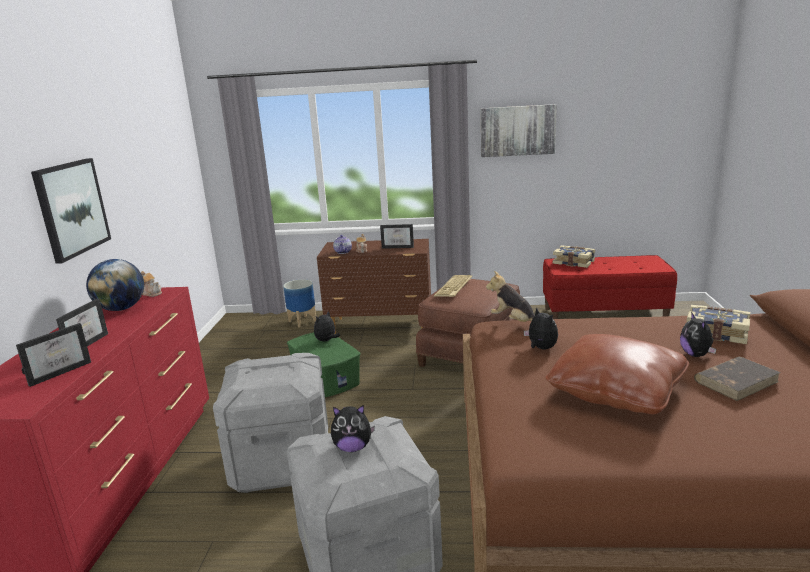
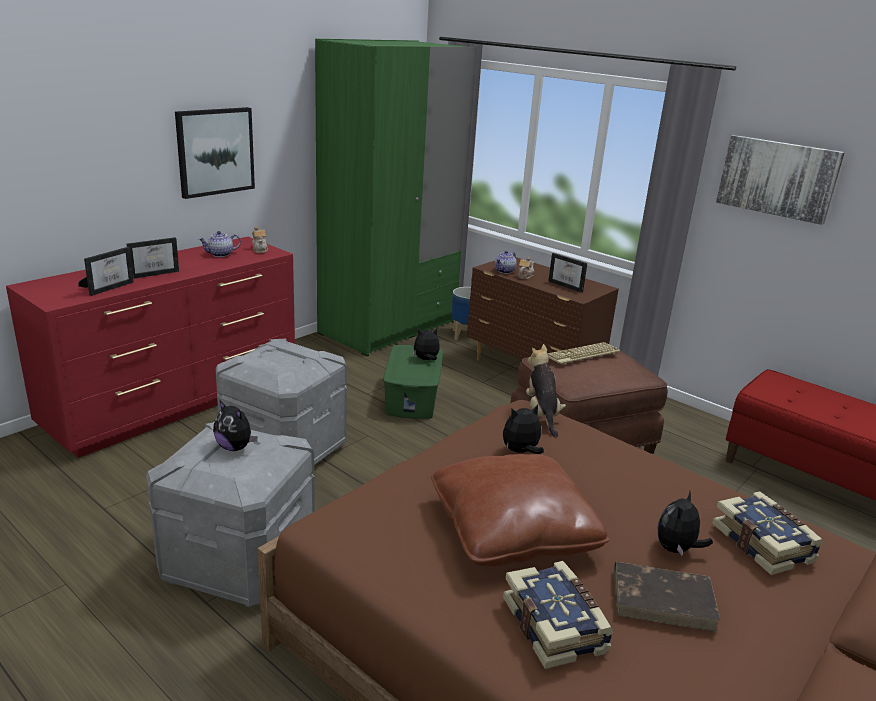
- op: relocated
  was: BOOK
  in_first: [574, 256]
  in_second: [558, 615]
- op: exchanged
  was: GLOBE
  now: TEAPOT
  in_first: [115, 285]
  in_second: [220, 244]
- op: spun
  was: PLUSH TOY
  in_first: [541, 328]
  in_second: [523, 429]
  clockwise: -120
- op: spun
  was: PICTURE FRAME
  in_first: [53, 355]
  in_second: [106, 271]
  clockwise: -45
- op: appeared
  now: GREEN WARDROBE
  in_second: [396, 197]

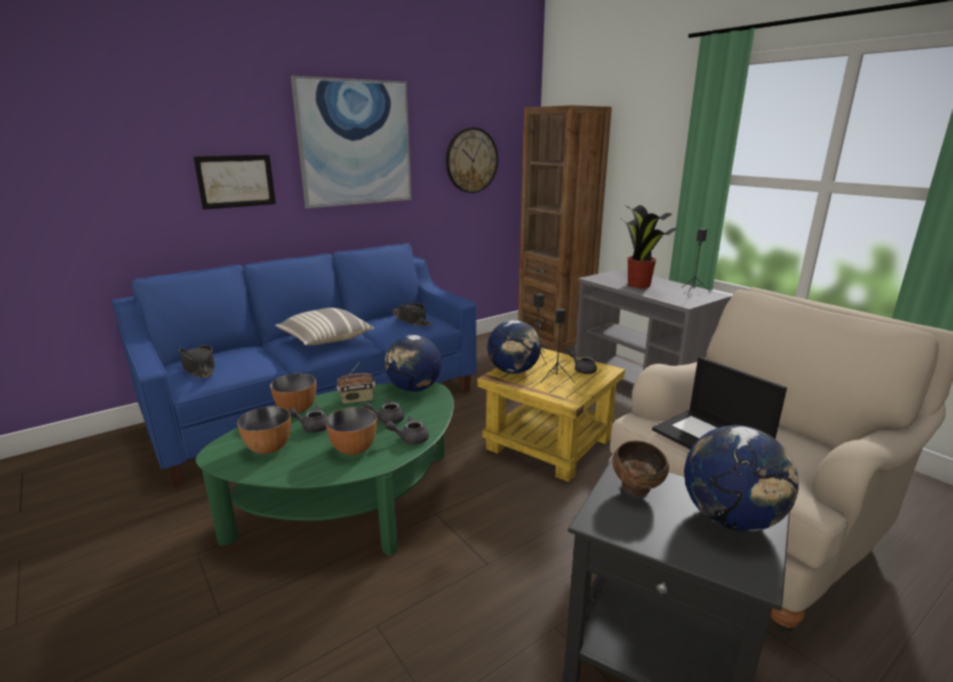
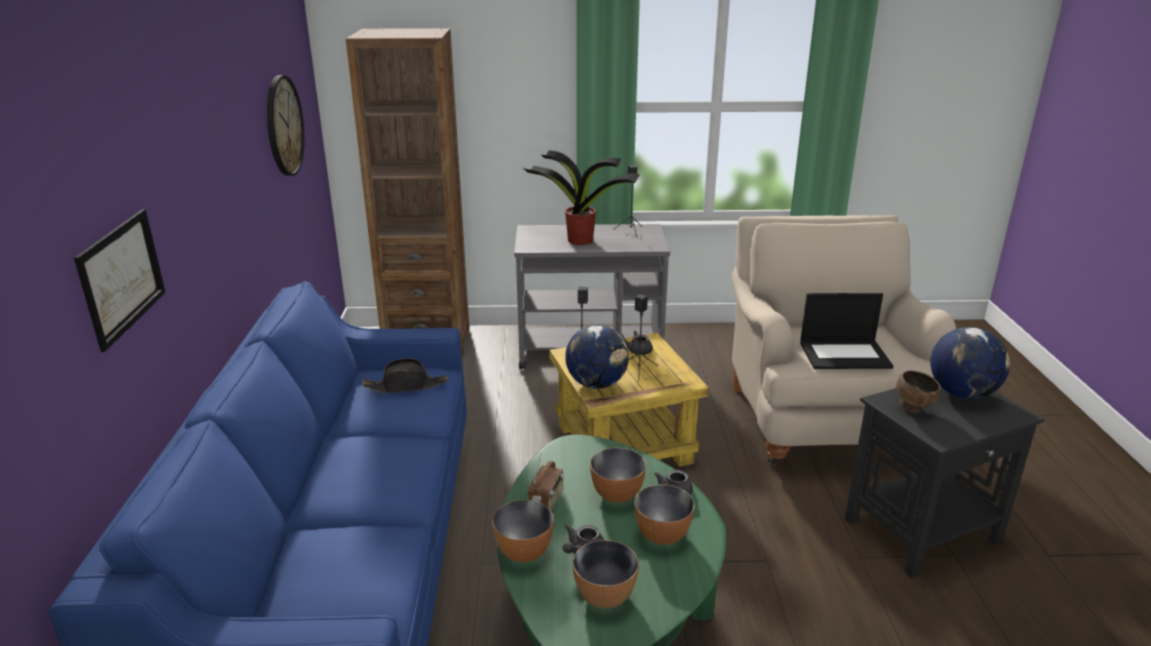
- op: missing
  was: PICTURE
  in_first: [351, 142]
- op: missing
  was: PILLOW
  in_first: [324, 327]
- op: missing
  was: GLOBE
  in_first: [413, 363]
- op: missing
  was: BLACK HAT
  in_first: [197, 361]
- op: exchanged
  was: GREY TEAPOT
  now: BOWL
  in_first: [383, 411]
  in_second: [618, 475]

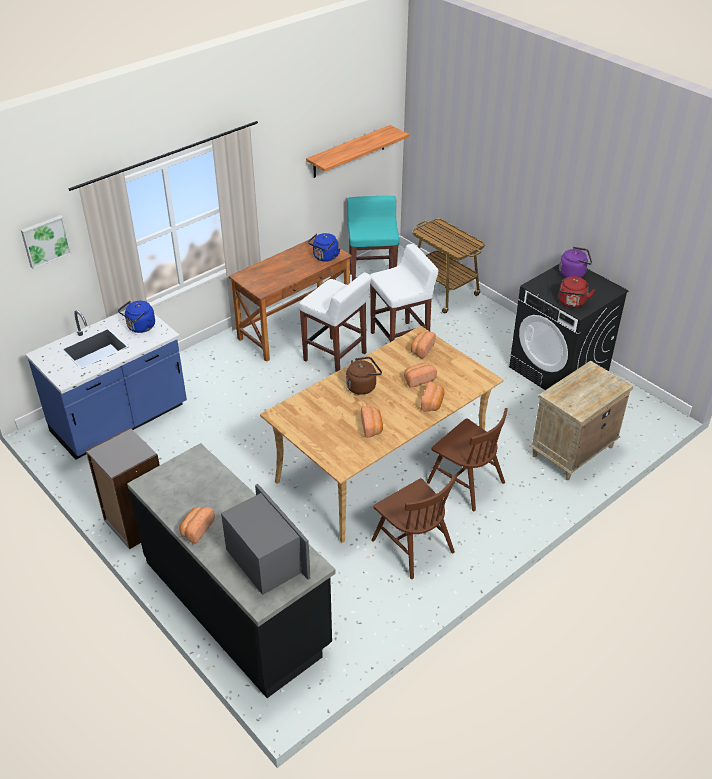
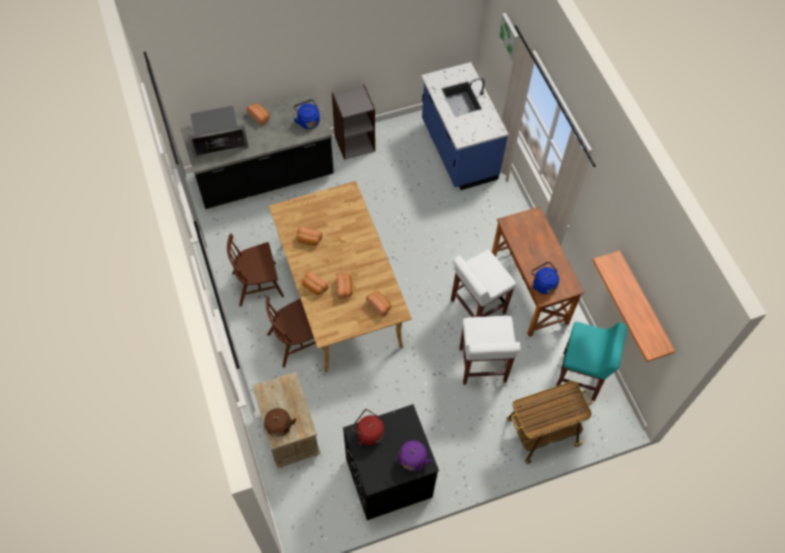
- op: relocated
  was: BLUE KETTLE
  in_first: [136, 317]
  in_second: [307, 114]
- op: relocated
  was: BROWN KETTLE
  in_first: [364, 376]
  in_second: [280, 422]

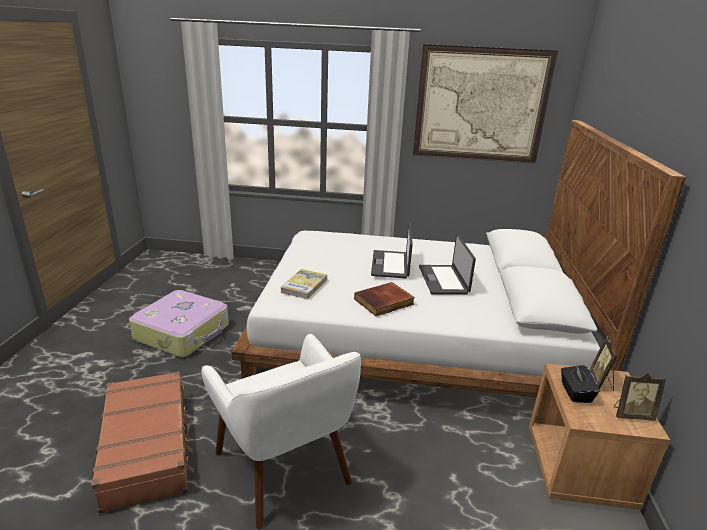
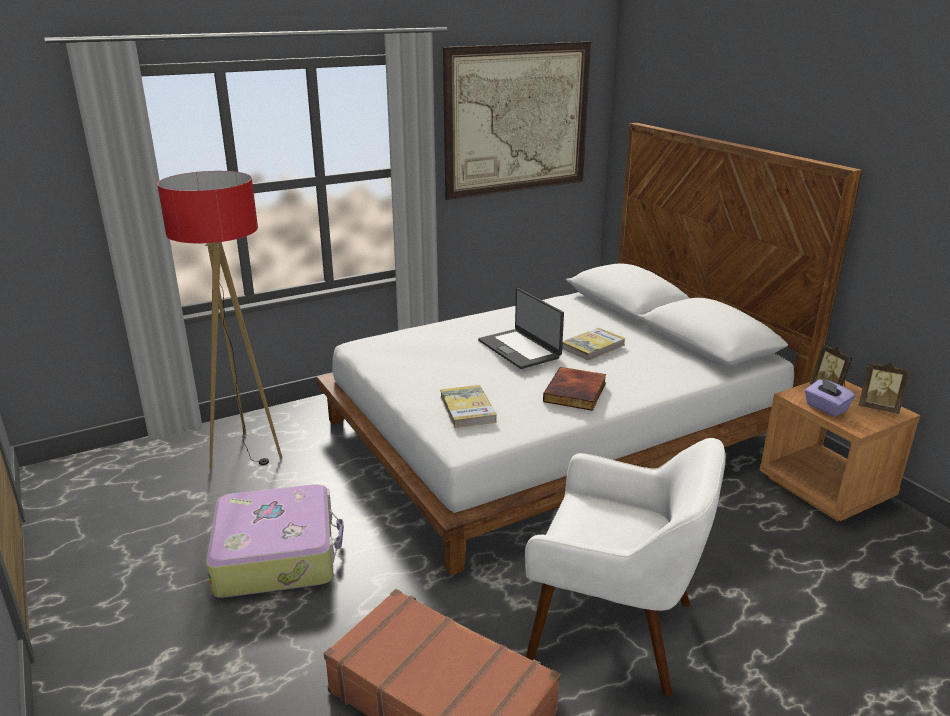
- op: exchanged
  was: LAPTOP
  now: BOOK
  in_first: [447, 264]
  in_second: [594, 344]
- op: colour
  was: BLACK TISSUE BOX
  now: PURPLE TISSUE BOX
  in_first: [580, 383]
  in_second: [830, 397]
- op: spun
  was: PICTURE FRAME
  in_first: [640, 397]
  in_second: [884, 388]
  clockwise: 60
- op: appeared
  now: FLOOR LAMP
  in_second: [219, 320]

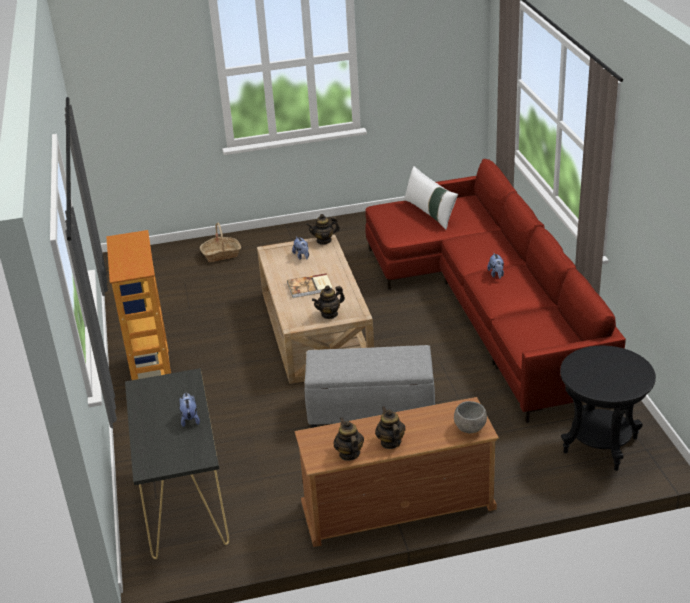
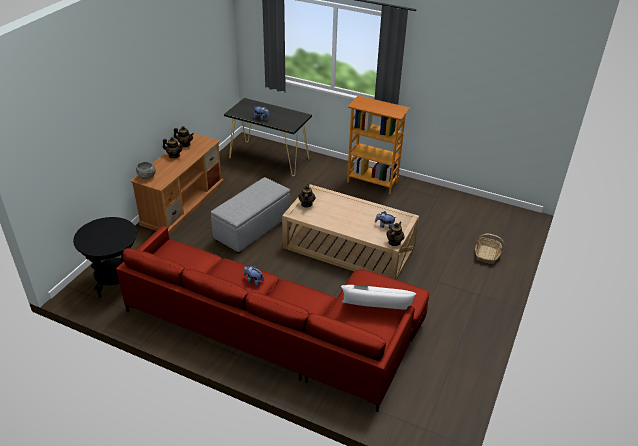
- op: missing
  was: BOOK
  in_first: [310, 285]

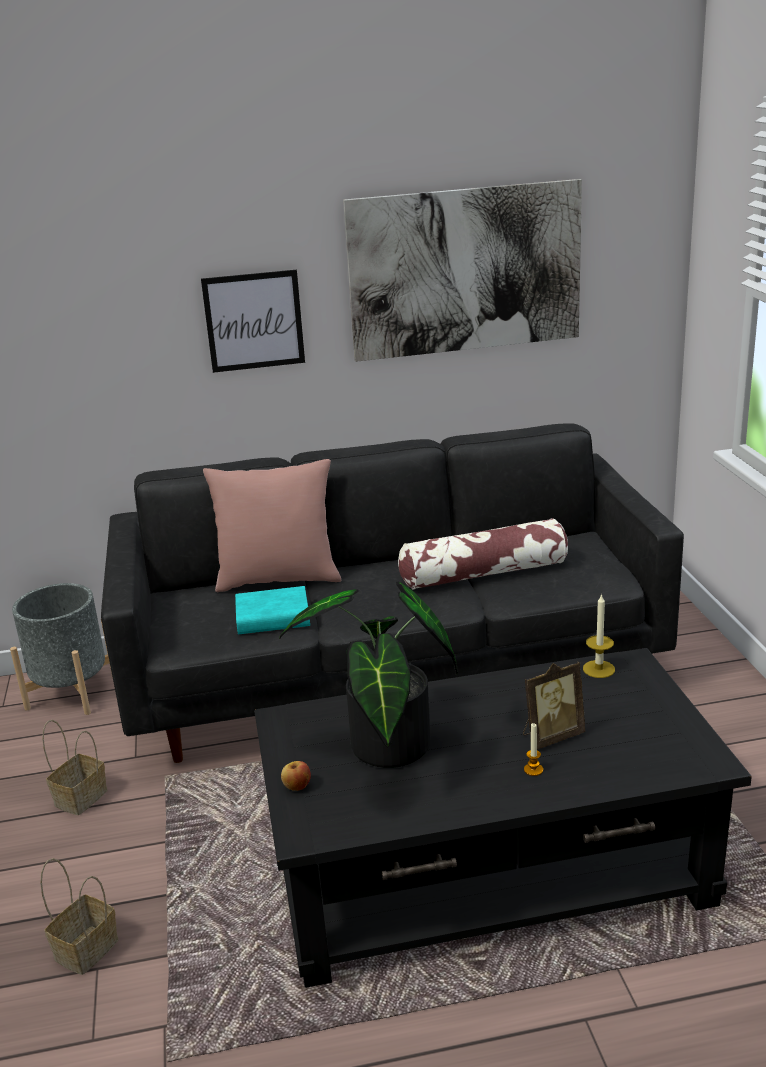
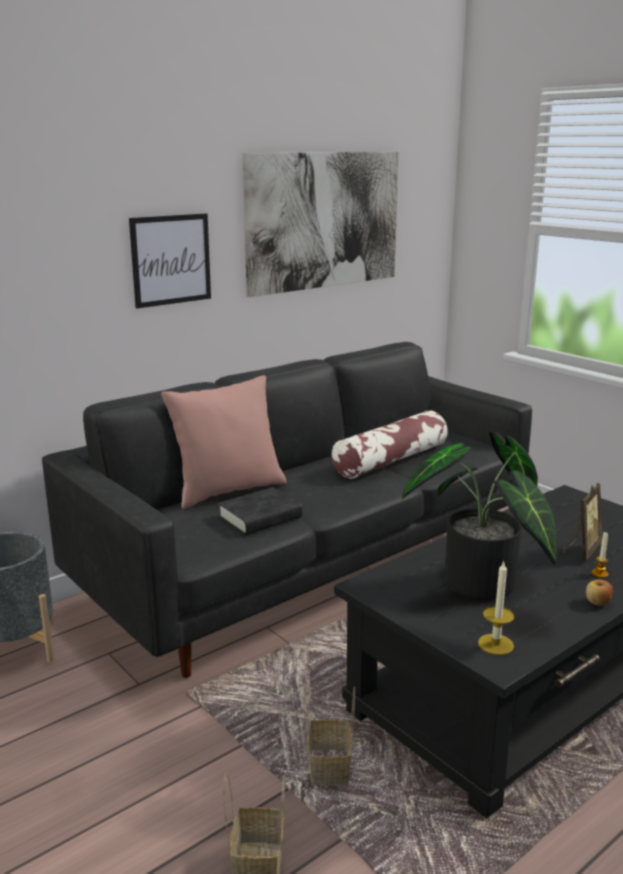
- op: colour
  was: TURQUOISE BOOK
  now: BLACK BOOK
  in_first: [272, 610]
  in_second: [260, 511]
- op: relocated
  was: CANDLE
  in_first: [599, 635]
  in_second: [496, 607]
- op: relocated
  was: BASKET
  in_first: [74, 767]
  in_second: [329, 735]
- op: relocated
  was: APPLE
  in_first: [296, 776]
  in_second: [599, 592]

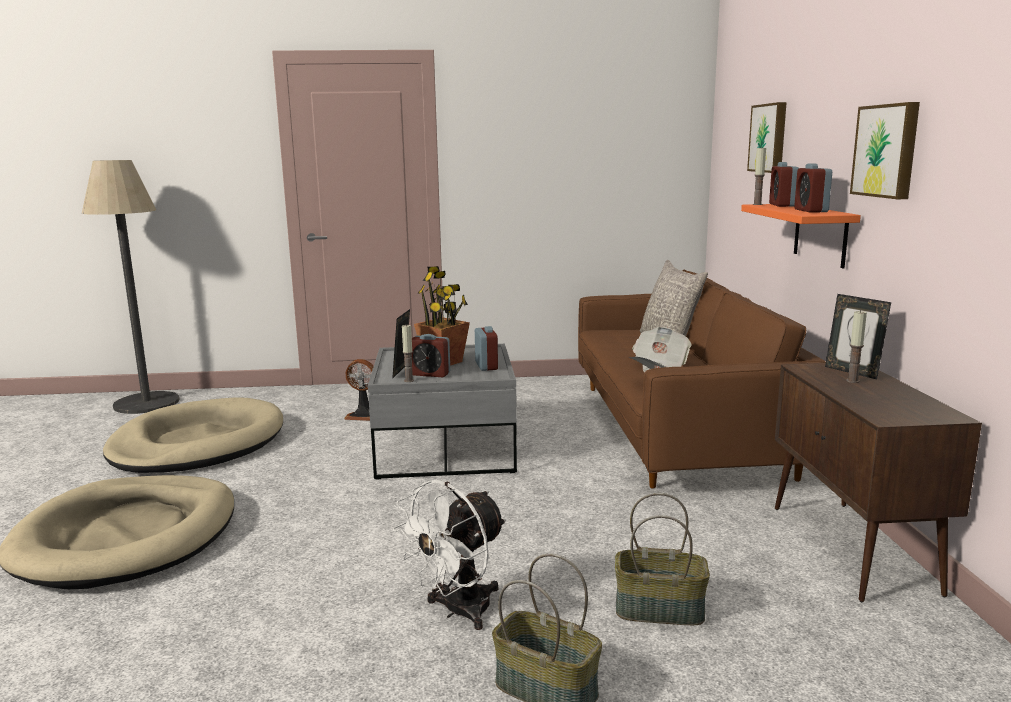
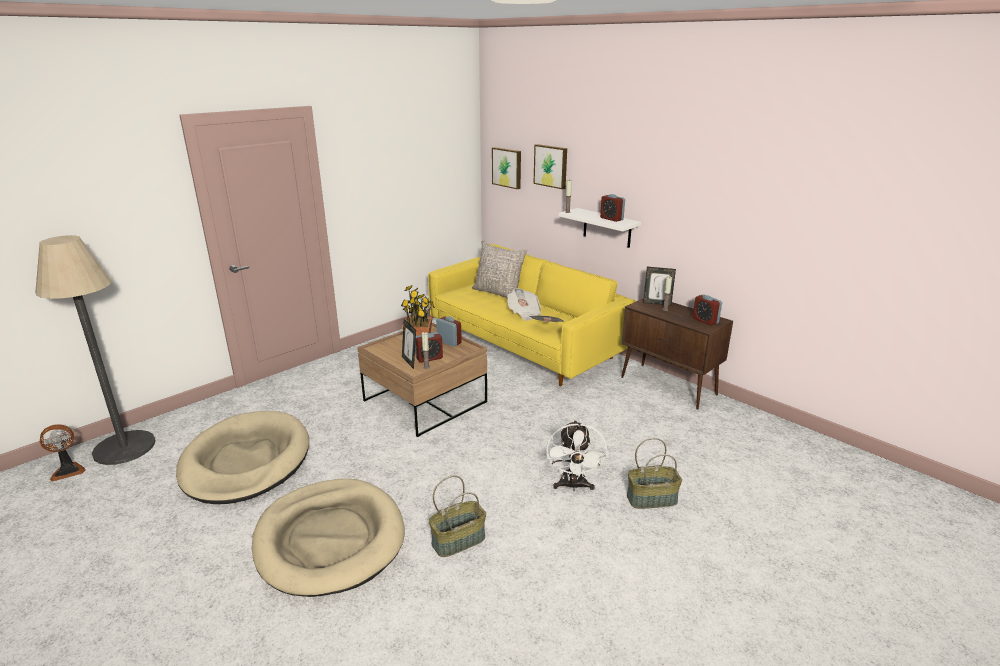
- op: relocated
  was: PICTURE
  in_first: [885, 150]
  in_second: [506, 168]
- op: relocated
  was: ALARM CLOCK
  in_first: [784, 184]
  in_second: [707, 310]
- op: colour
  was: ORANGE SHELF
  now: WHITE SHELF
  in_first: [801, 236]
  in_second: [600, 228]
- op: colour
  was: BROWN SOFA
  now: YELLOW SOFA
  in_first: [702, 379]
  in_second: [532, 315]
- op: colour
  was: GREY COFFEE TABLE
  now: BROWN COFFEE TABLE
  in_first: [442, 412]
  in_second: [422, 380]
- op: relocated
  was: FAN
  in_first: [359, 390]
  in_second: [62, 453]
- op: relocated
  was: BASKET
  in_first: [662, 559]
  in_second: [457, 516]

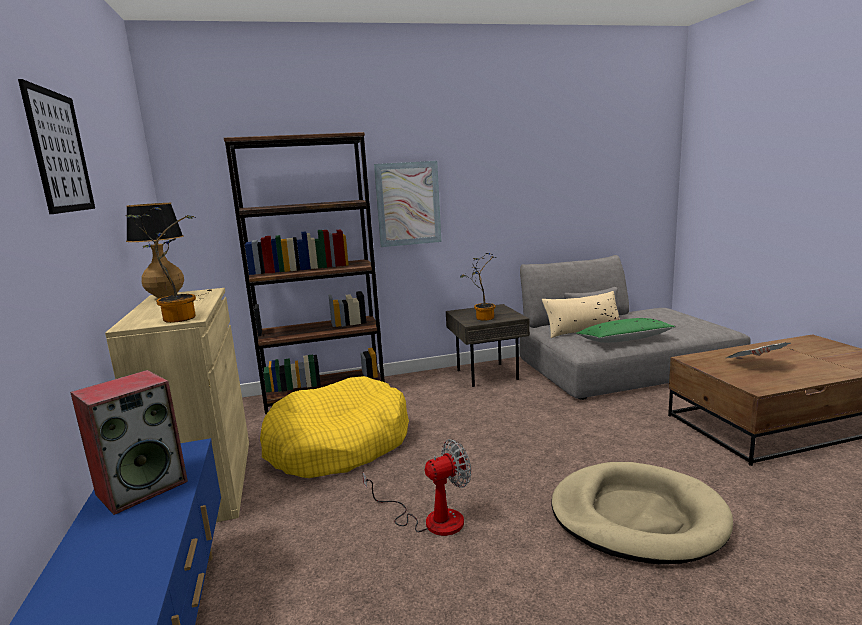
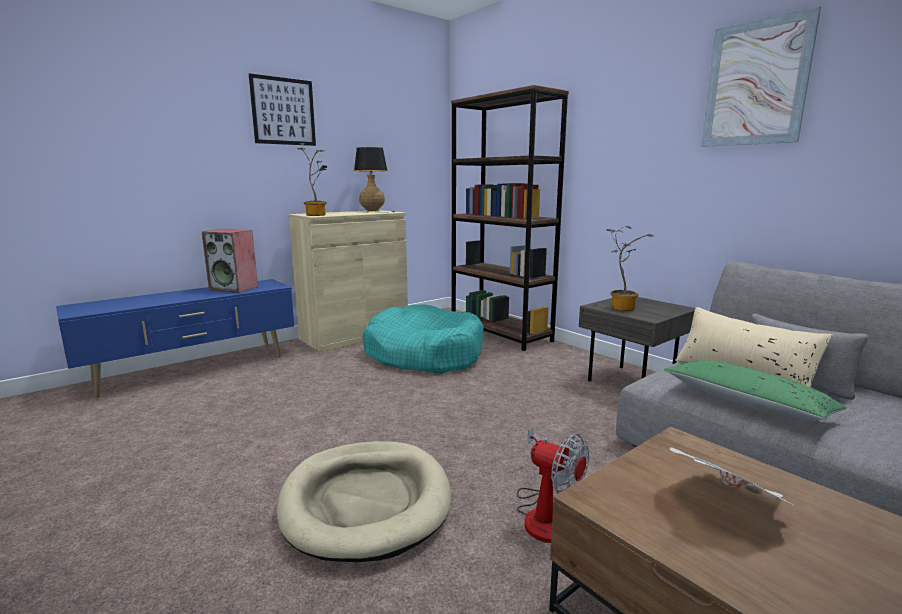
- op: relocated
  was: PICTURE
  in_first: [408, 204]
  in_second: [761, 76]
- op: colour
  was: YELLOW DOG BED
  now: TURQUOISE DOG BED
  in_first: [334, 427]
  in_second: [423, 339]
- op: relocated
  was: FAN
  in_first: [416, 487]
  in_second: [553, 484]

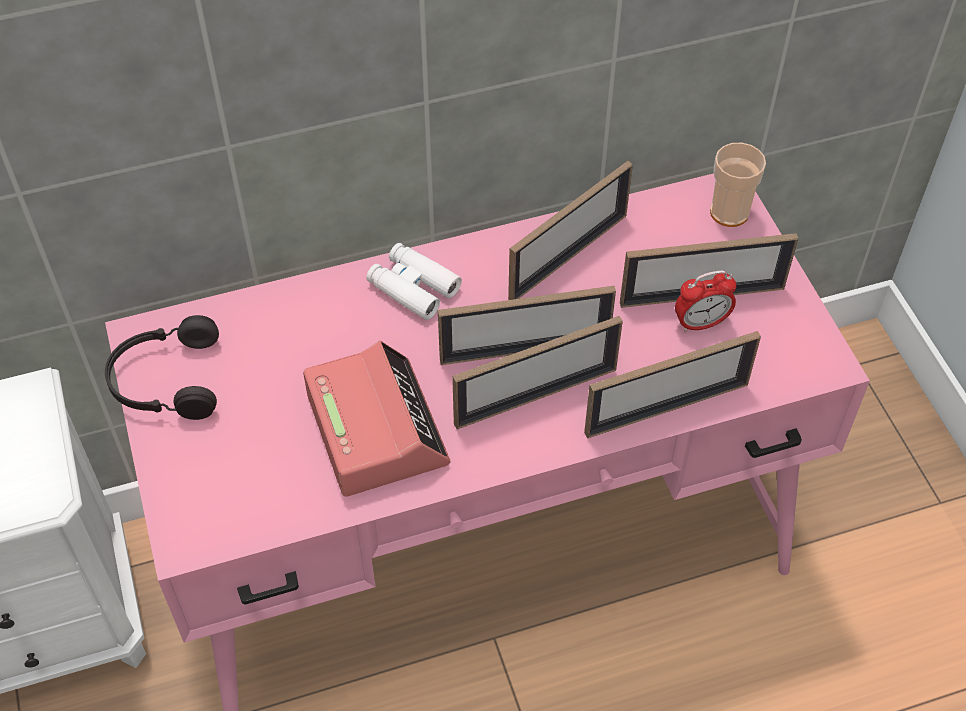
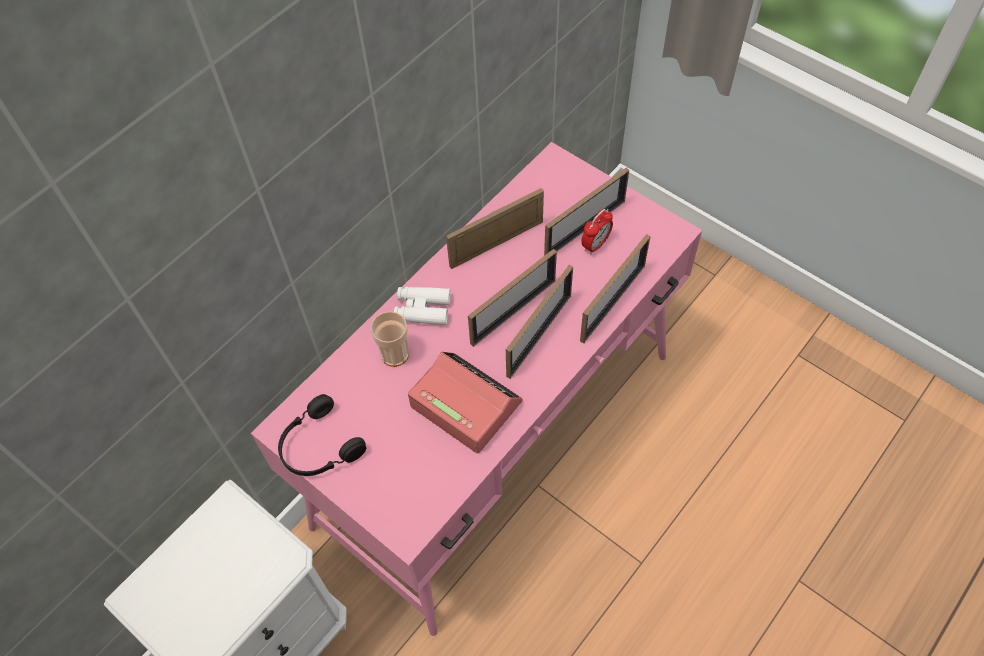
- op: relocated
  was: CUP
  in_first: [738, 185]
  in_second: [389, 339]
- op: spun
  was: PICTURE FRAME
  in_first: [570, 230]
  in_second: [495, 228]
  clockwise: -135

